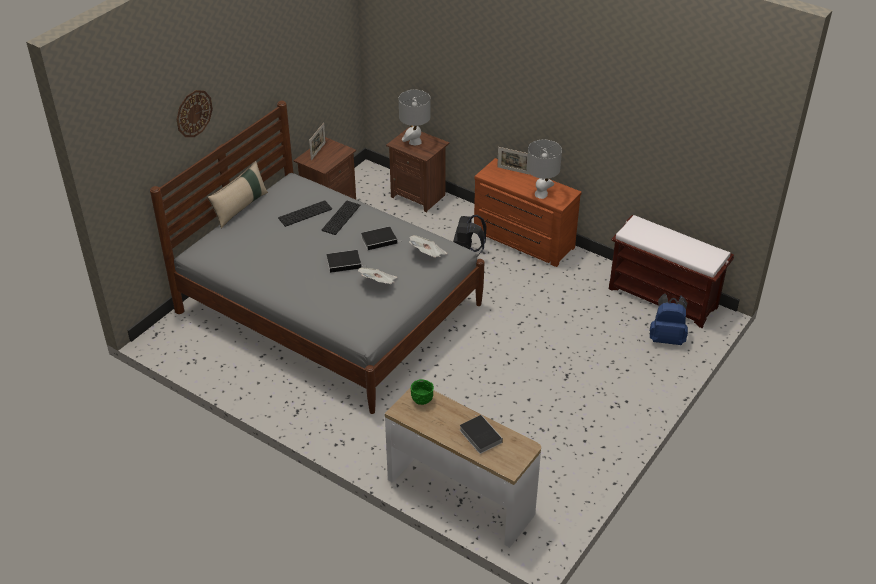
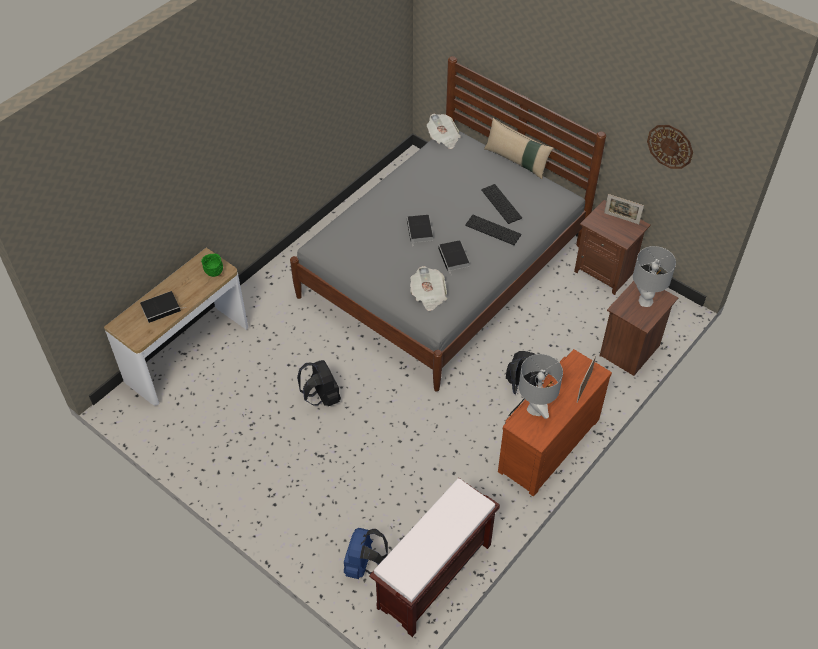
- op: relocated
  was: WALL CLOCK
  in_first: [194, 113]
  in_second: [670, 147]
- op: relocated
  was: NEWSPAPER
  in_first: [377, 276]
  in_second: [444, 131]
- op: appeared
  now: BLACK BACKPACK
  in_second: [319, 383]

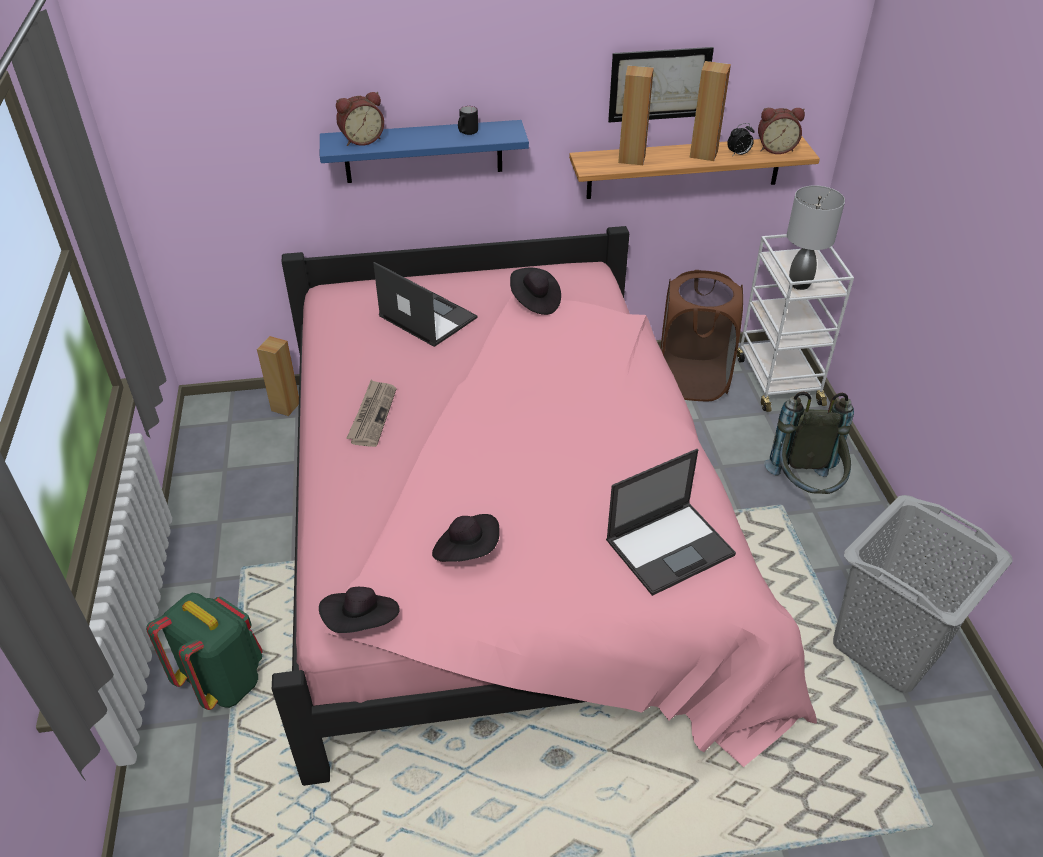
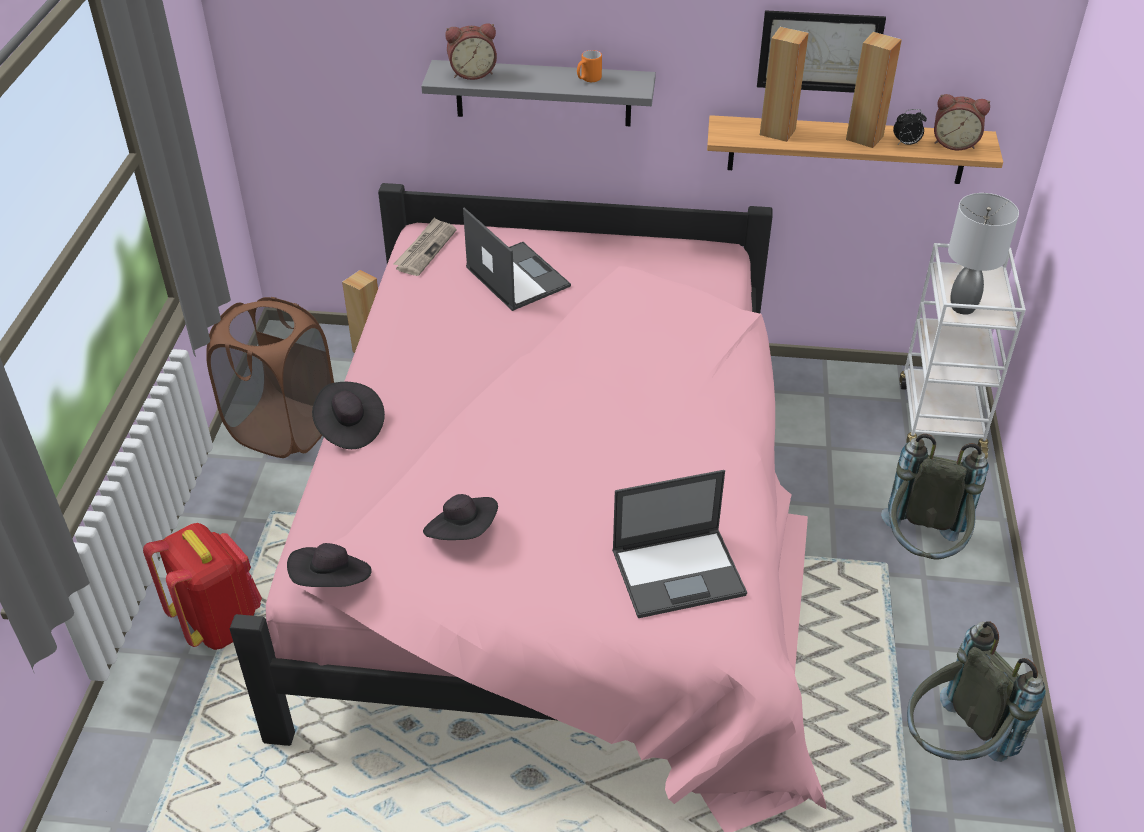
- op: colour
  was: BLACK MUG
  now: ORANGE MUG
  in_first: [468, 120]
  in_second: [589, 66]
- op: colour
  was: BLUE SHELF
  now: GREY SHELF
  in_first: [424, 151]
  in_second: [538, 93]
- op: relocated
  was: BLACK HAT
  in_first: [535, 291]
  in_second: [348, 415]
- op: relocated
  was: BROWN LAUNDRY BASKET
  in_first: [702, 335]
  in_second: [270, 377]
- op: relocated
  was: NEWSPAPER
  in_first: [371, 413]
  in_second: [424, 246]
- op: exchanged
  was: GREY LAUNDRY BASKET
  now: GREY BACKPACK
  in_first: [922, 594]
  in_second: [976, 692]
- op: colour
  was: GREEN BACKPACK
  now: RED BACKPACK
  in_first: [204, 651]
  in_second: [202, 586]

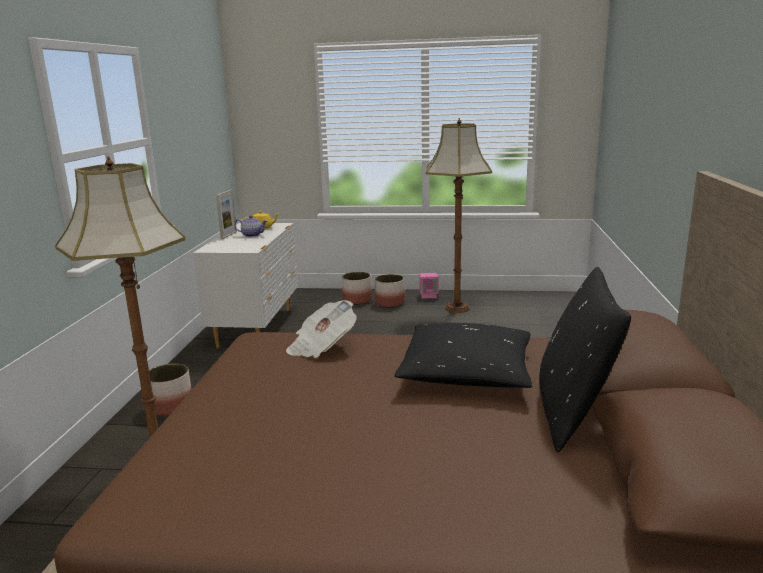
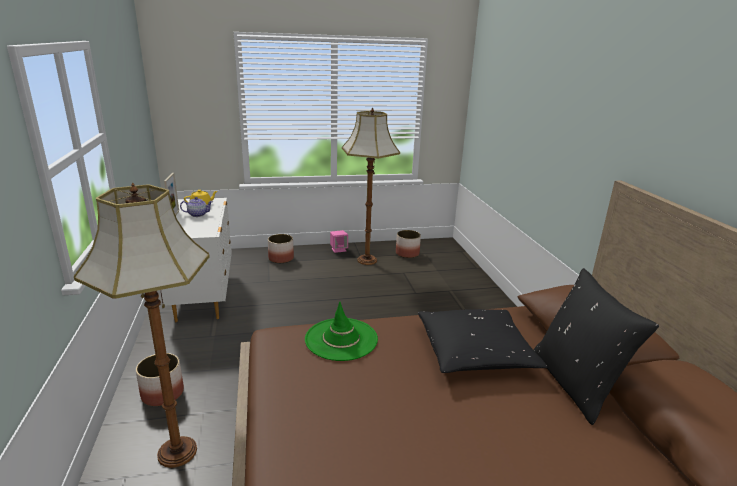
- op: relocated
  was: PLANTER
  in_first: [390, 291]
  in_second: [408, 244]
- op: exchanged
  was: NEWSPAPER
  now: GREEN HAT
  in_first: [321, 329]
  in_second: [341, 331]

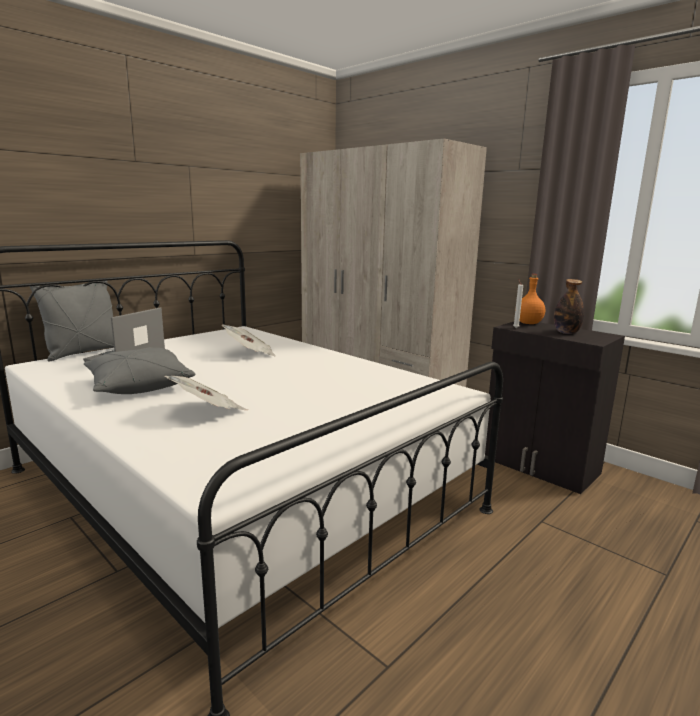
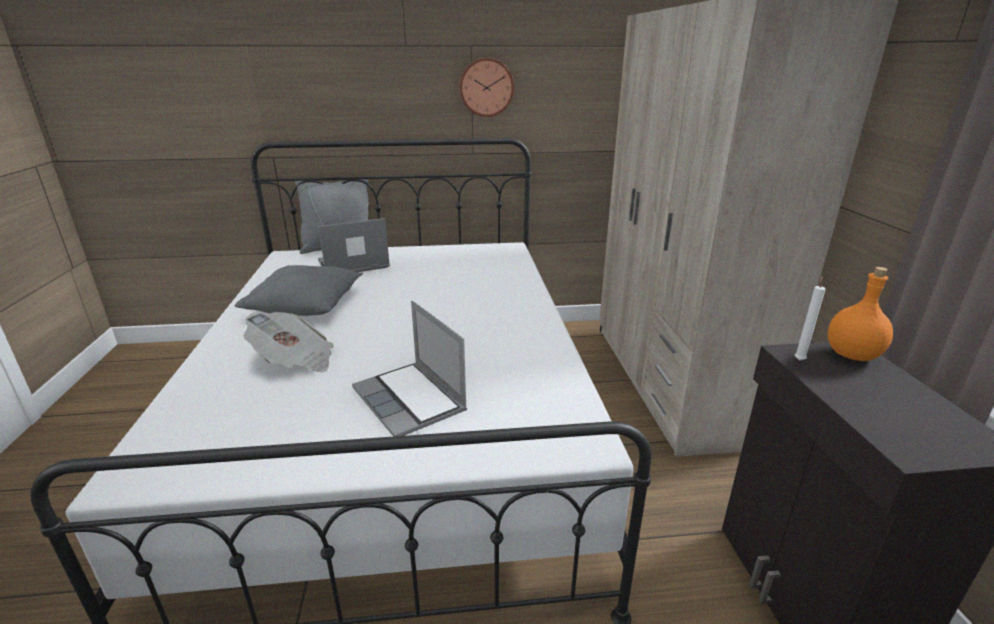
- op: missing
  was: BOTTLE
  in_first: [569, 306]
- op: missing
  was: NEWSPAPER
  in_first: [249, 340]
- op: appeared
  now: WALL CLOCK
  in_second: [486, 87]
- op: appeared
  now: LAPTOP
  in_second: [409, 369]

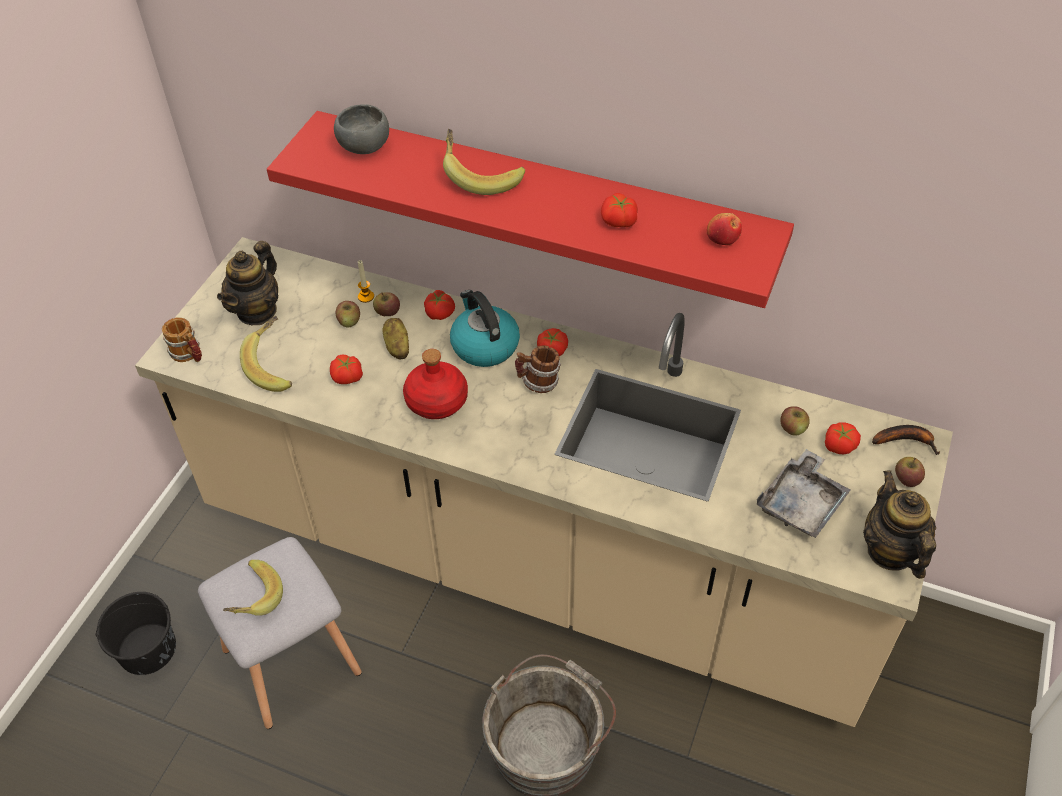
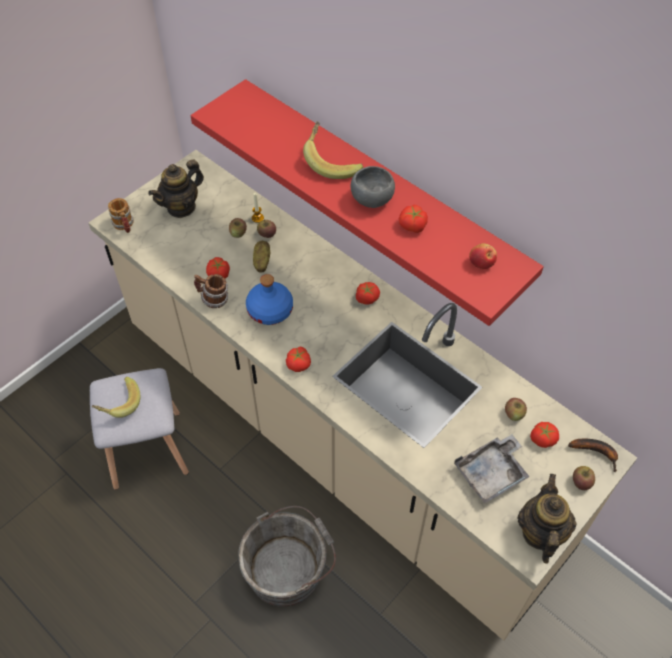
- op: relocated
  was: GREY BOWL
  in_first: [361, 129]
  in_second: [373, 187]
- op: relocated
  was: TOMATO
  in_first: [439, 305]
  in_second: [298, 359]
- op: missing
  was: KETTLE
  in_first: [485, 328]
- op: missing
  was: BANANA
  in_first: [266, 354]
- op: relocated
  was: MUG
  in_first: [538, 369]
  in_second: [211, 291]
- op: colour
  was: RED BOTTLE
  now: BLUE BOTTLE
  in_first: [435, 384]
  in_second: [269, 299]
- op: missing
  was: BLACK BUCKET
  in_first: [136, 633]

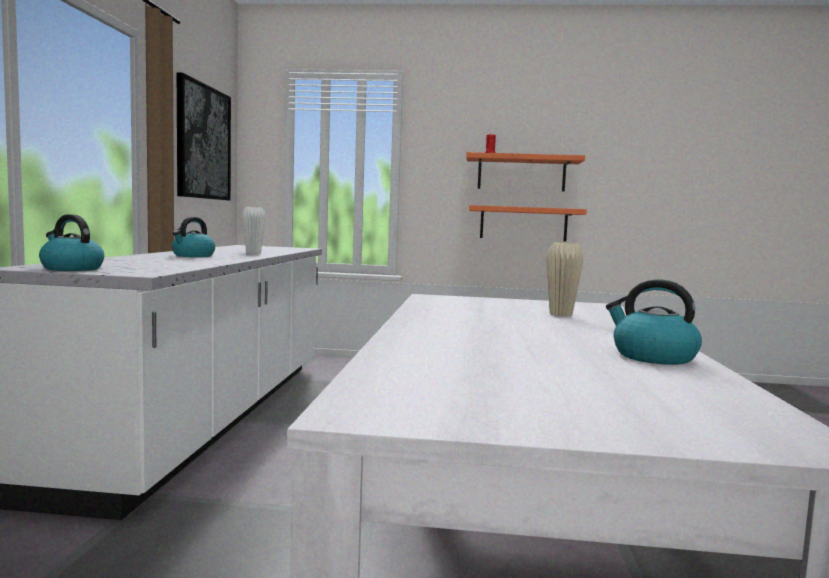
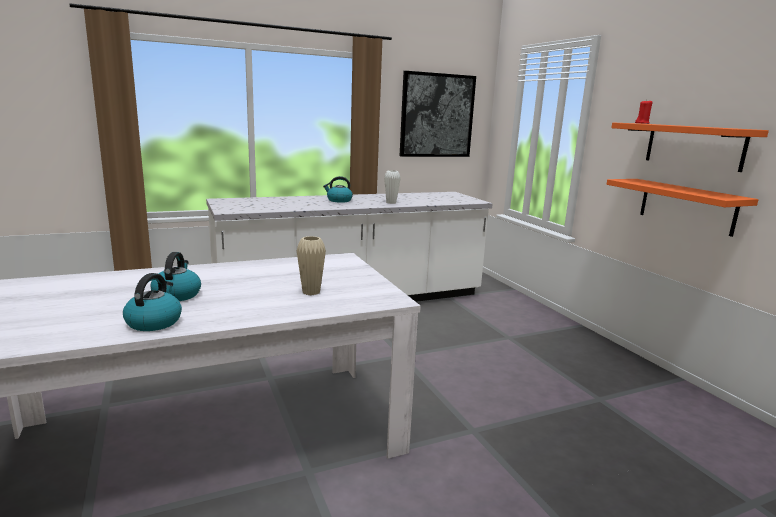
- op: relocated
  was: KETTLE
  in_first: [71, 242]
  in_second: [176, 276]

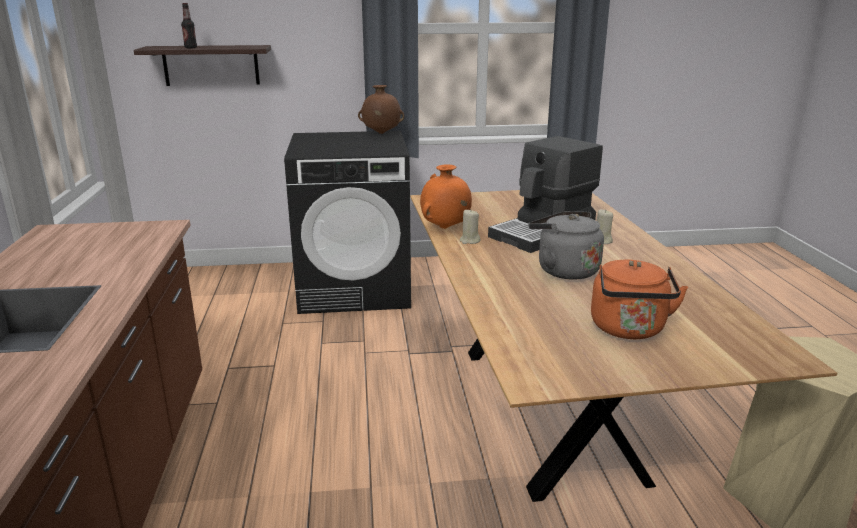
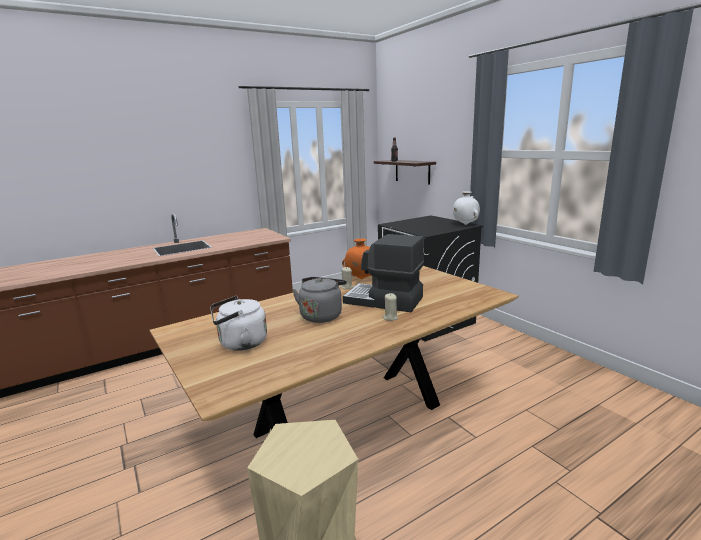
- op: colour
  was: BROWN VASE
  now: WHITE VASE
  in_first: [381, 109]
  in_second: [466, 208]
- op: colour
  was: ORANGE KETTLE
  now: WHITE KETTLE
  in_first: [639, 299]
  in_second: [238, 323]

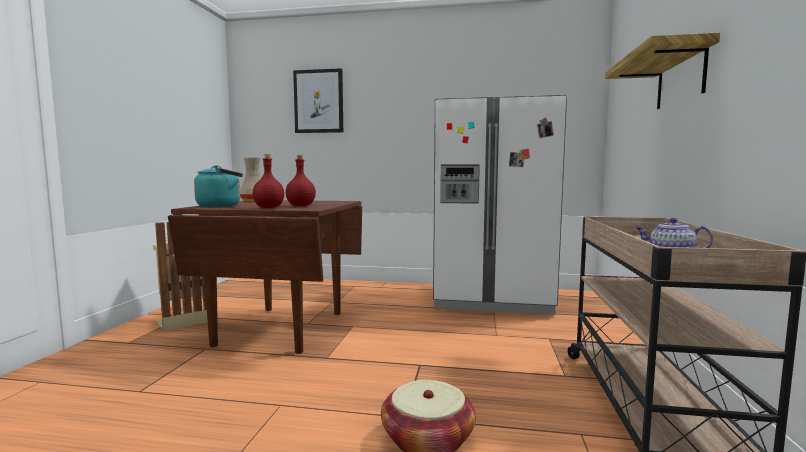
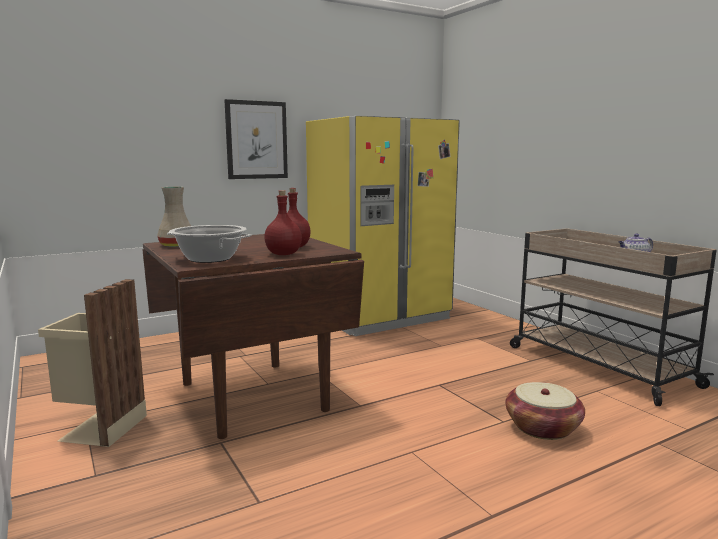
- op: missing
  was: SHELF
  in_first: [662, 70]
- op: relocated
  was: PICTURE
  in_first: [318, 100]
  in_second: [256, 139]
- op: colour
  was: WHITE FRIDGE
  now: YELLOW FRIDGE
  in_first: [500, 205]
  in_second: [383, 225]
- op: exchanged
  was: TURQUOISE KETTLE
  now: COOKING POT
  in_first: [218, 186]
  in_second: [209, 244]

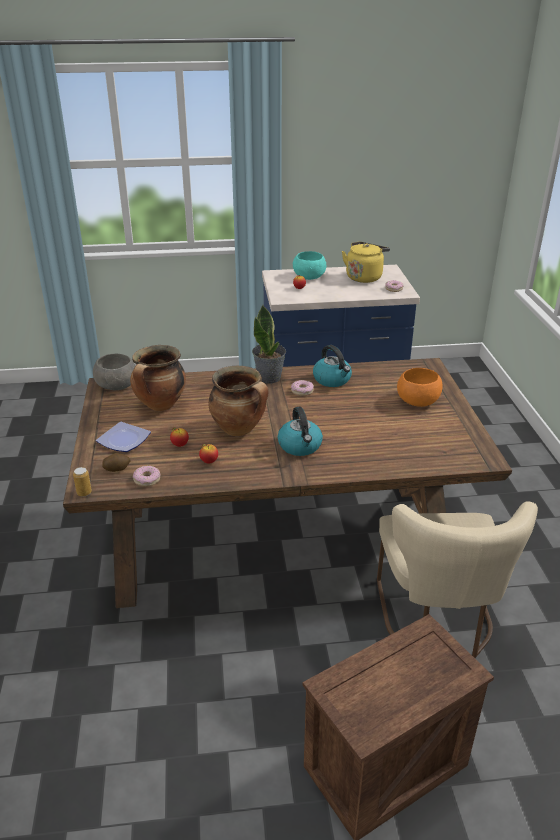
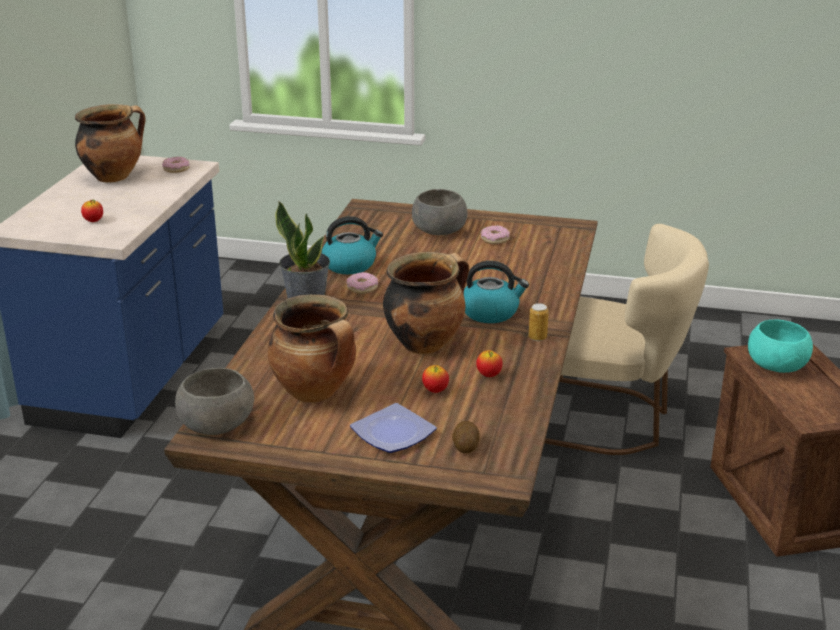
- op: exchanged
  was: YELLOW KETTLE
  now: COOKING POT
  in_first: [366, 262]
  in_second: [110, 143]
- op: relocated
  was: TURQUOISE BOWL
  in_first: [309, 265]
  in_second: [780, 346]
- op: colour
  was: ORANGE BOWL
  now: GREY BOWL
  in_first: [420, 387]
  in_second: [439, 212]
- op: relocated
  was: DONUT
  in_first: [147, 476]
  in_second: [495, 234]
- op: relocated
  was: CAN
  in_first: [82, 482]
  in_second: [539, 322]

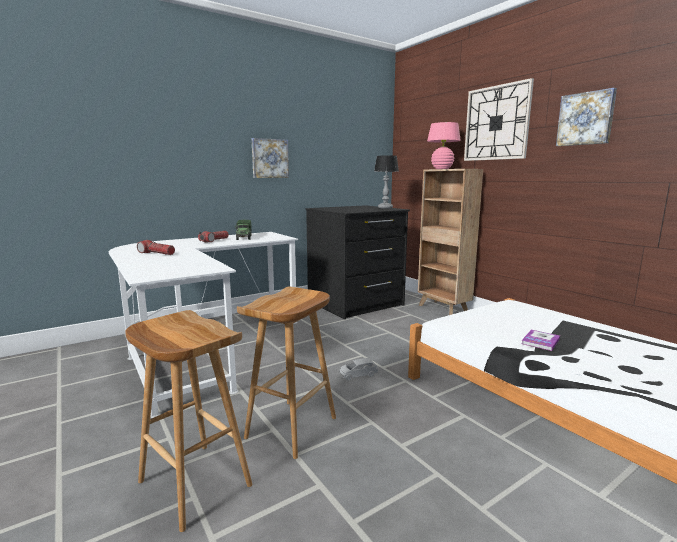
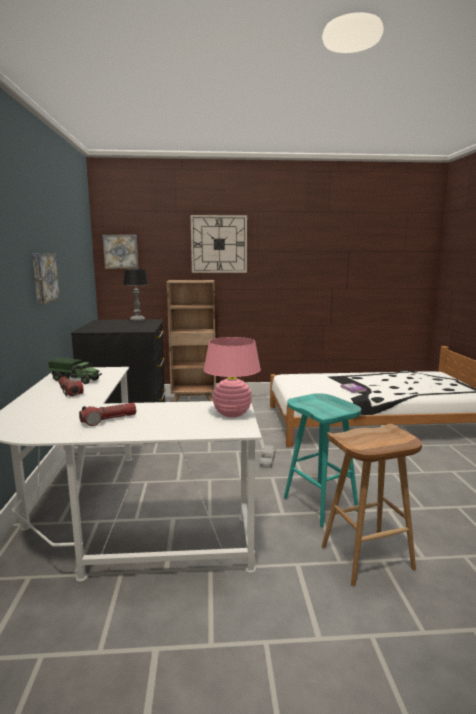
- op: relocated
  was: PICTURE
  in_first: [586, 117]
  in_second: [120, 252]
- op: relocated
  was: PINK TABLE LAMP
  in_first: [444, 145]
  in_second: [232, 377]
- op: colour
  was: BROWN STOOL
  now: TURQUOISE STOOL
  in_first: [286, 373]
  in_second: [322, 460]

